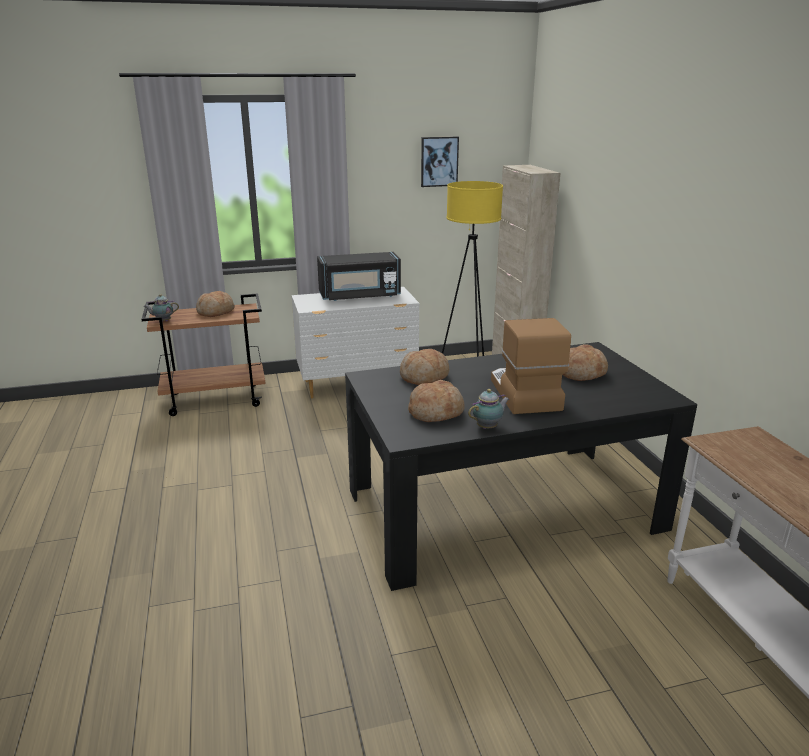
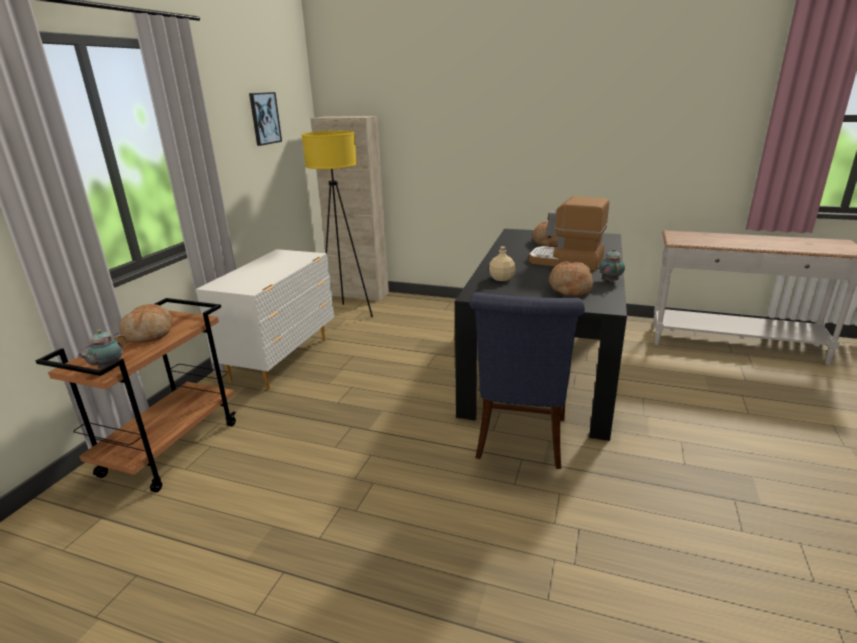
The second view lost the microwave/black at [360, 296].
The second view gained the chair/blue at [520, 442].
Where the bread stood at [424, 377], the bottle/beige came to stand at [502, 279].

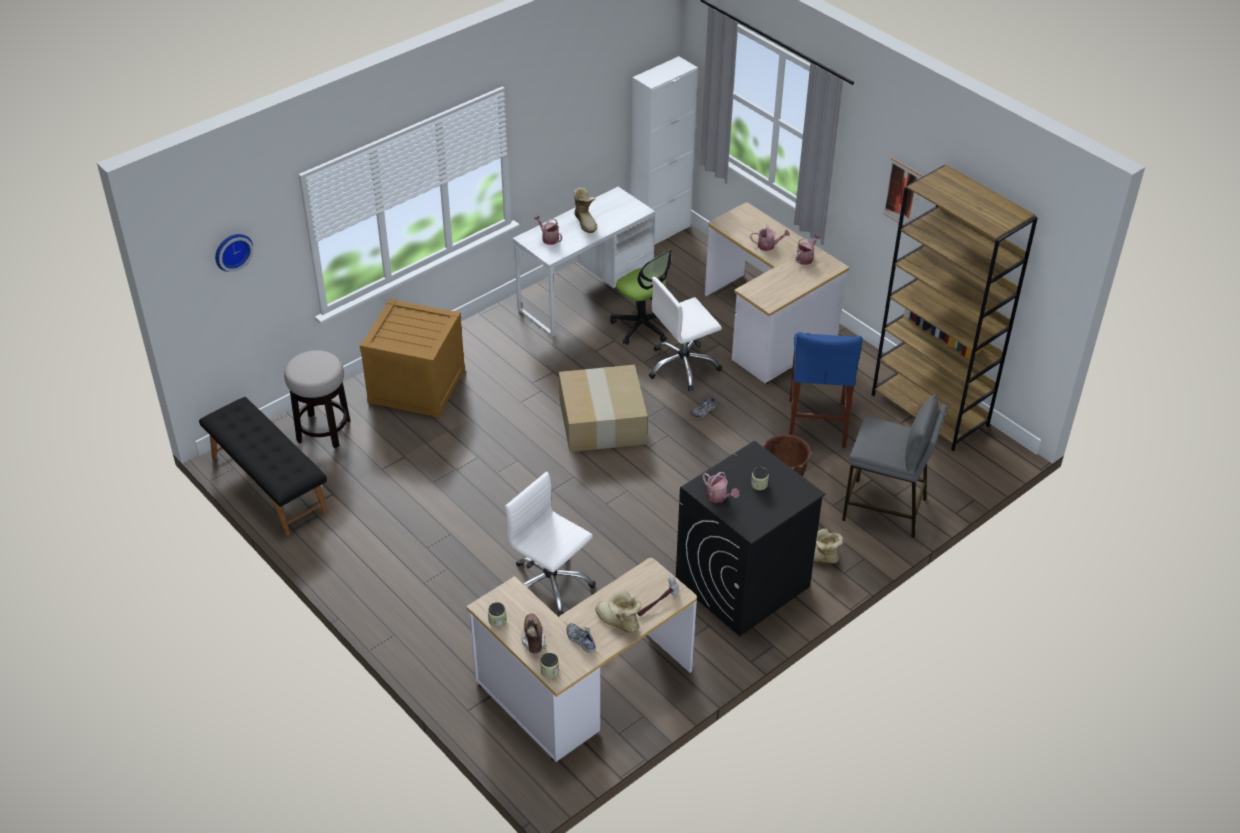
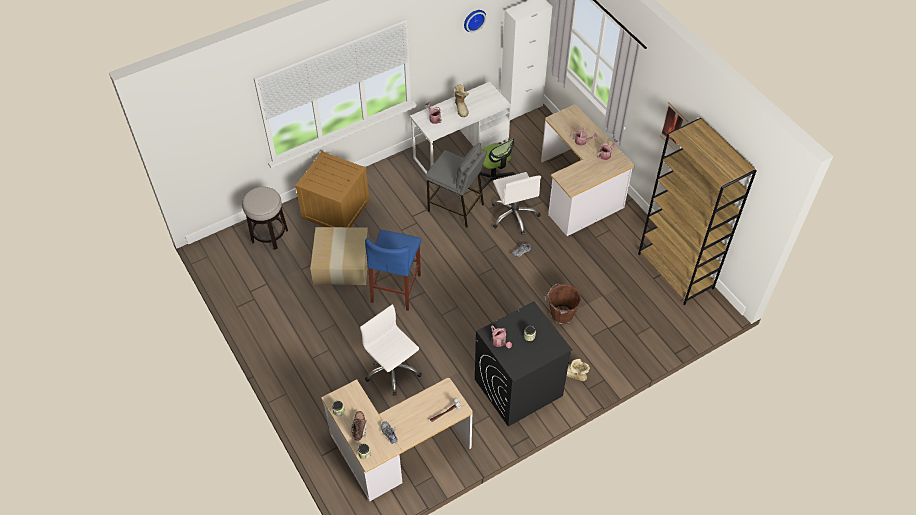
The second view lost the bench/black at [268, 484].
The second view lost the boot at [617, 622].
The wall clock ended up elsewhere, having gone from [232, 251] to [473, 19].
The cardboard box ended up elsewhere, having gone from [601, 420] to [341, 262].
The stool/blue ended up elsewhere, having gone from [816, 423] to [396, 288].
The stool/grey ended up elsewhere, having gone from [884, 509] to [456, 208].
The office chair/white at [683, 366] ended up facing another way, 90 degrees counterclockwise from before.

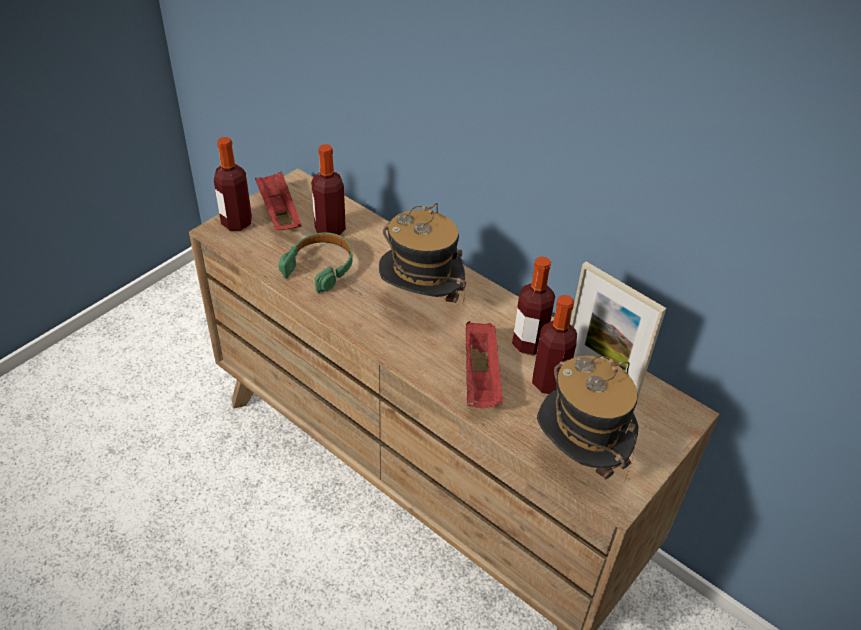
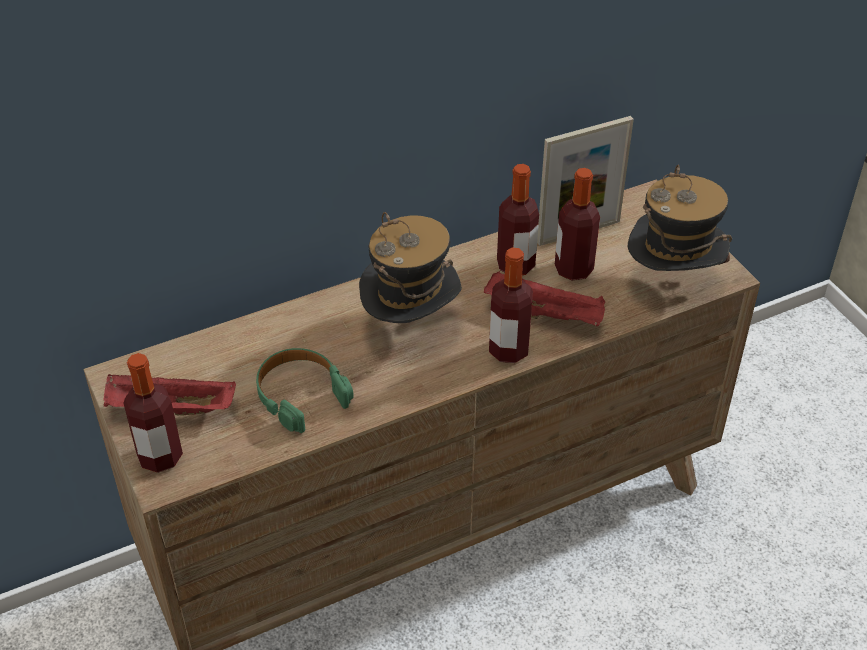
The bottle ended up elsewhere, having gone from [330, 230] to [508, 350].

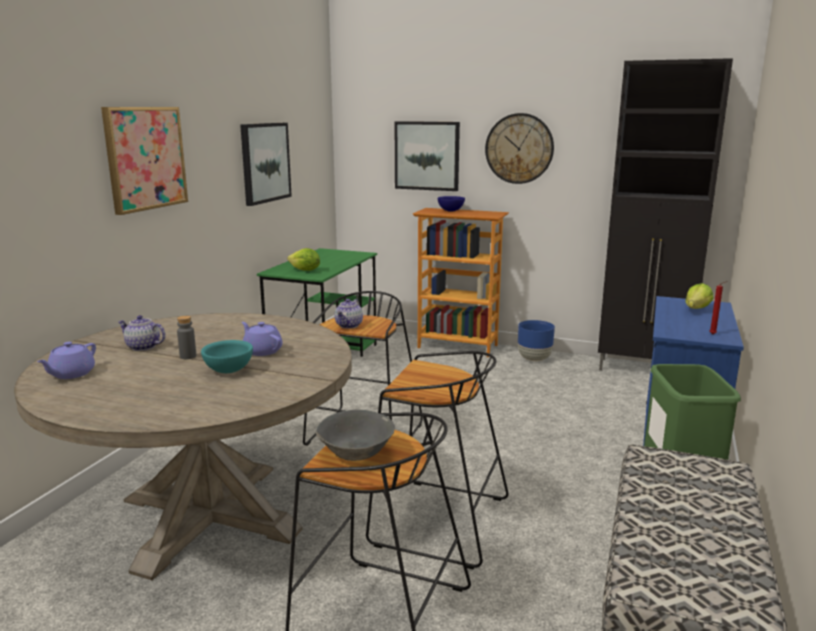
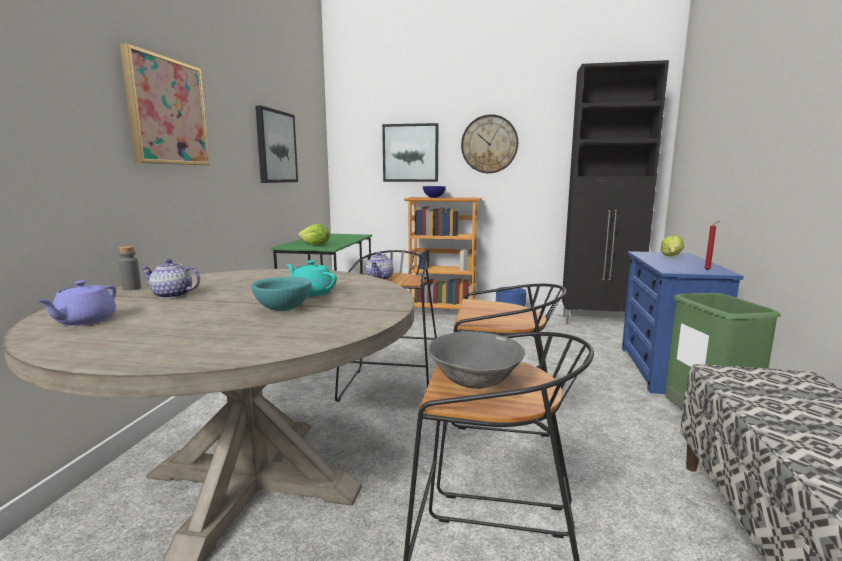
The bottle/grey ended up elsewhere, having gone from [188, 356] to [131, 288].
What was the teapot/purple at [262, 351] turned into the teapot/turquoise at [311, 293].

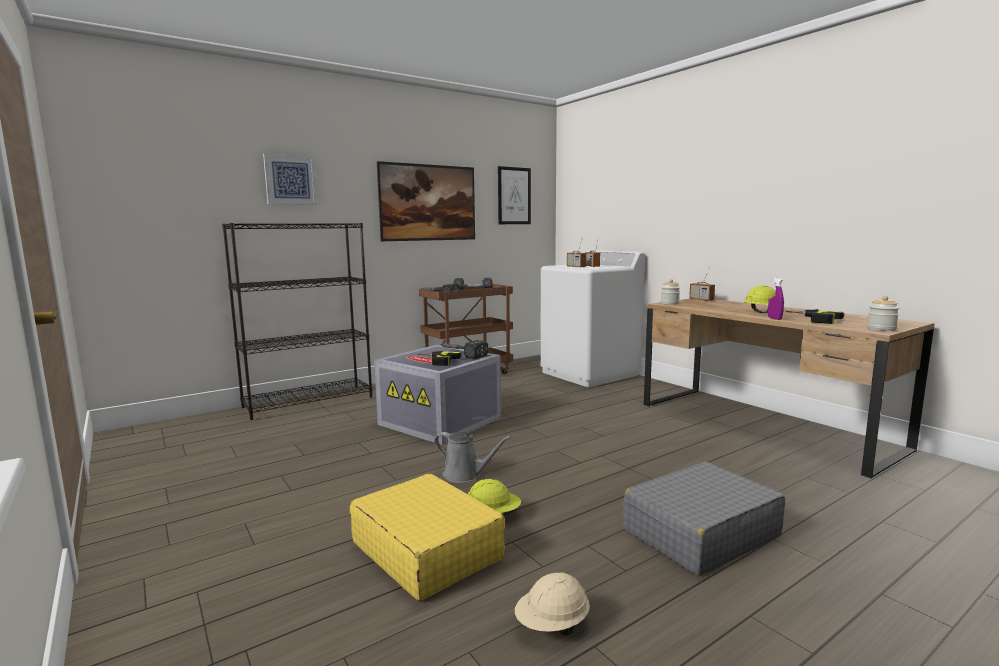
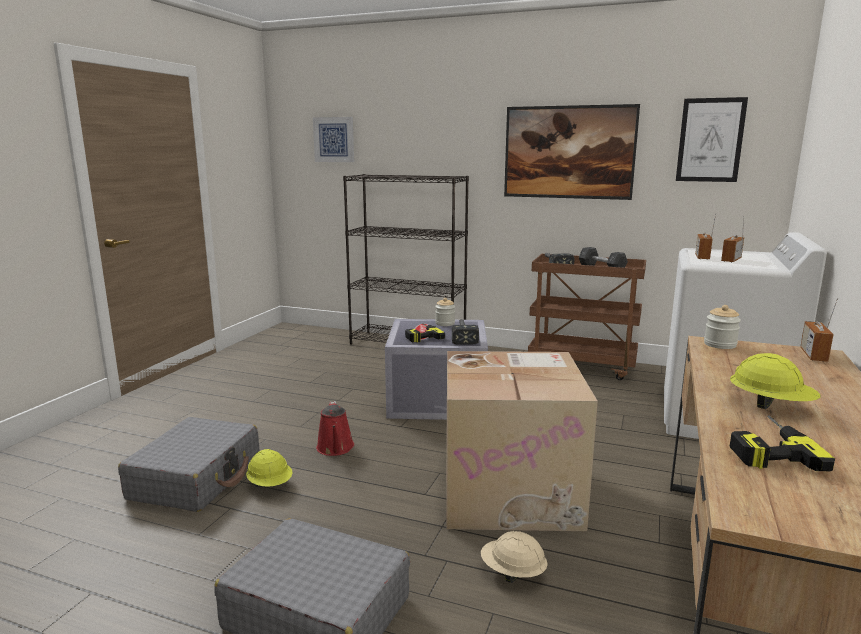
The second view lost the spray bottle/purple at [774, 318].
The second view gained the cardboard box at [511, 490].
The picture ended up elsewhere, having gone from [290, 180] to [334, 139].
The hard hat/beige ended up elsewhere, having gone from [552, 626] to [512, 573].
The jar ended up elsewhere, having gone from [881, 329] to [445, 323].
What was the suitcase/yellow at [426, 550] turned into the suitcase/grey at [197, 478].
What was the watering can/grey at [465, 475] turned into the watering can/red at [335, 448].

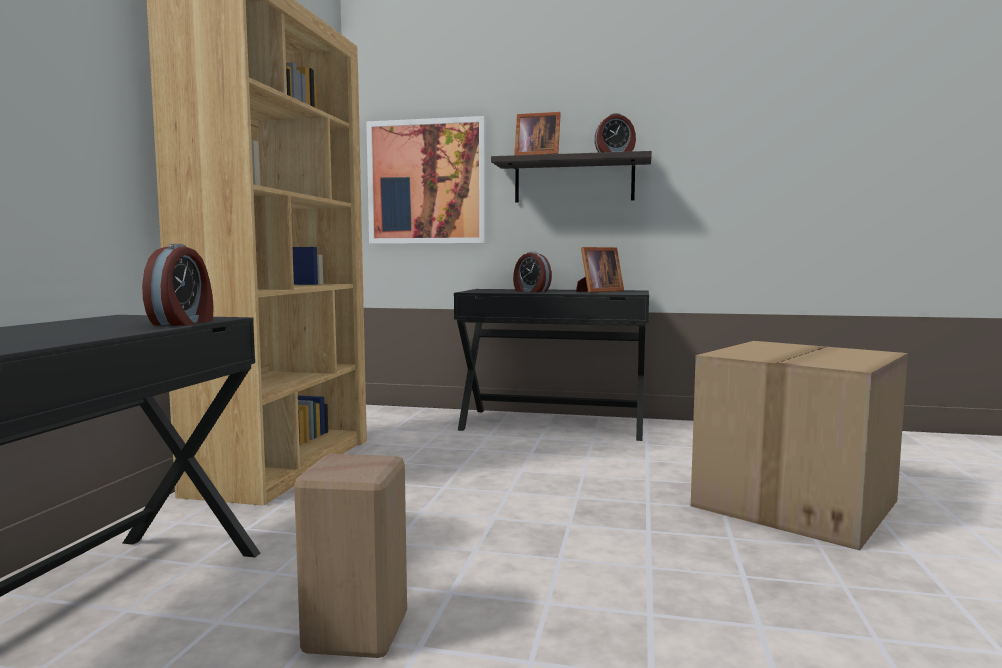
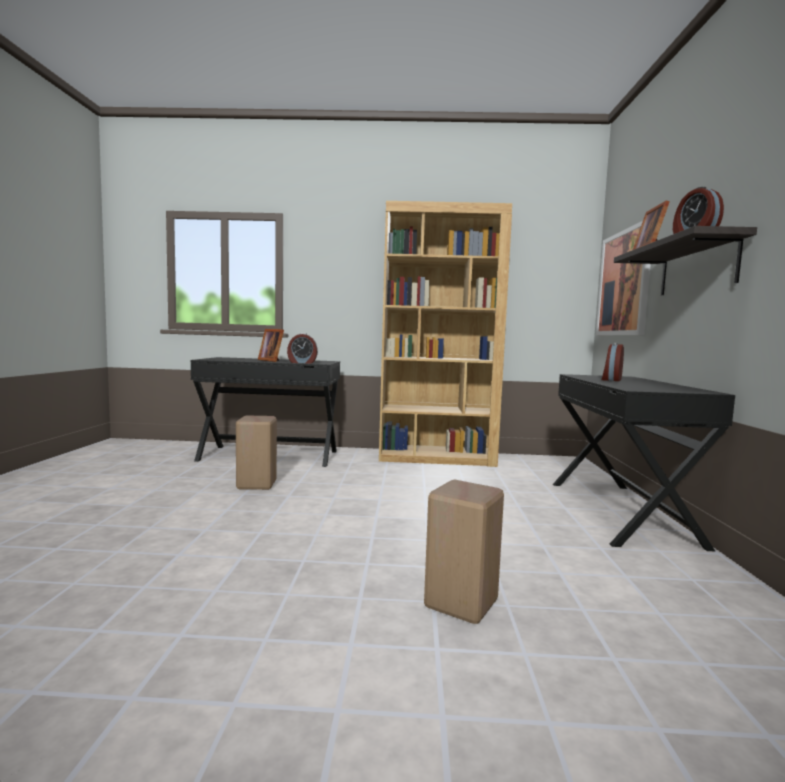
The picture frame ended up elsewhere, having gone from [598, 291] to [272, 361].
Where the cardboard box stood at [796, 505], the stool/beige came to stand at [458, 604].

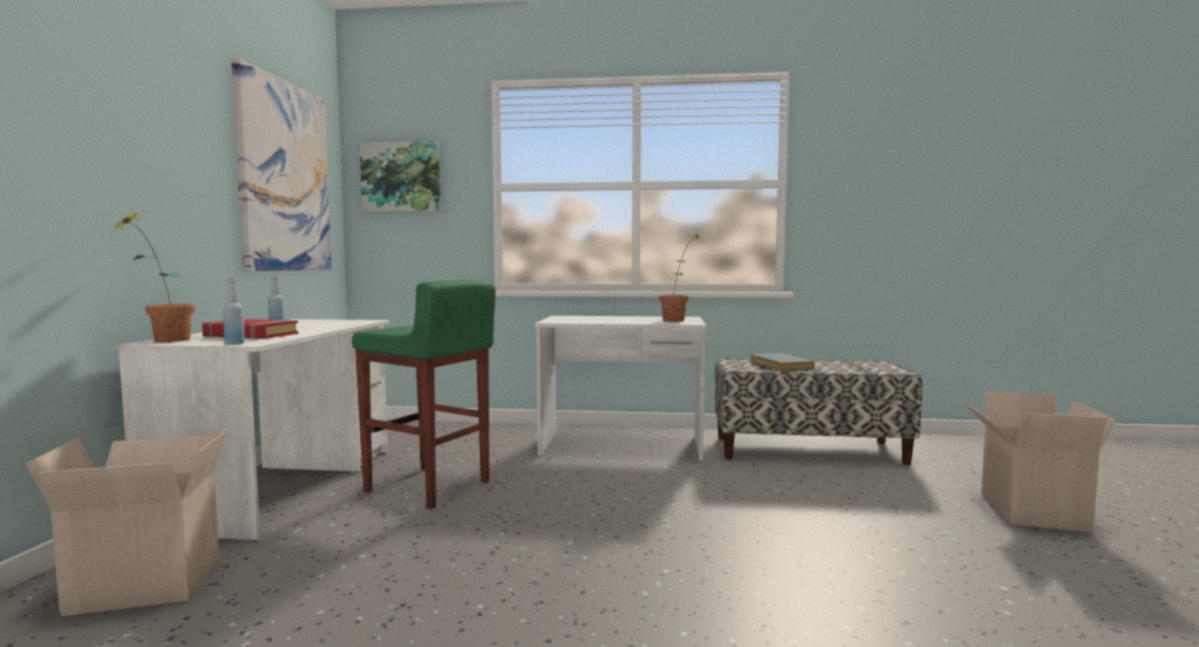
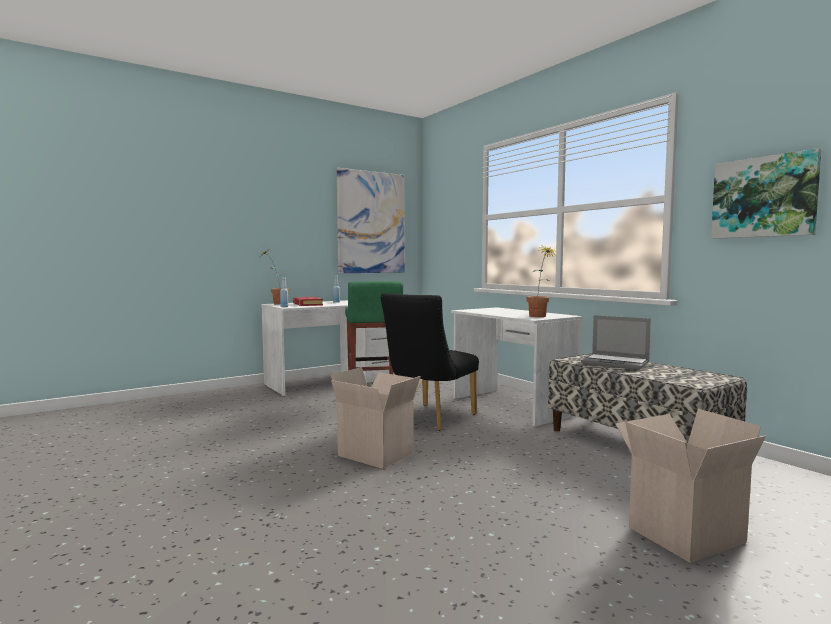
The second view gained the chair/black at [429, 419].
The cardboard box ended up elsewhere, having gone from [150, 582] to [378, 454].
The picture ended up elsewhere, having gone from [401, 177] to [763, 197].
Where the book stood at [781, 365], the laptop came to stand at [616, 363].

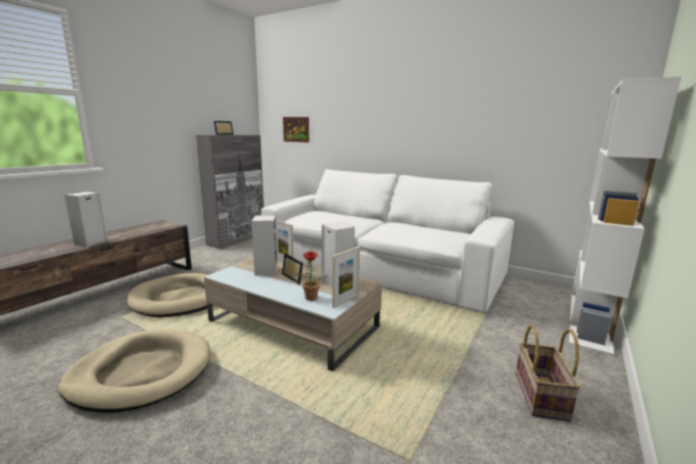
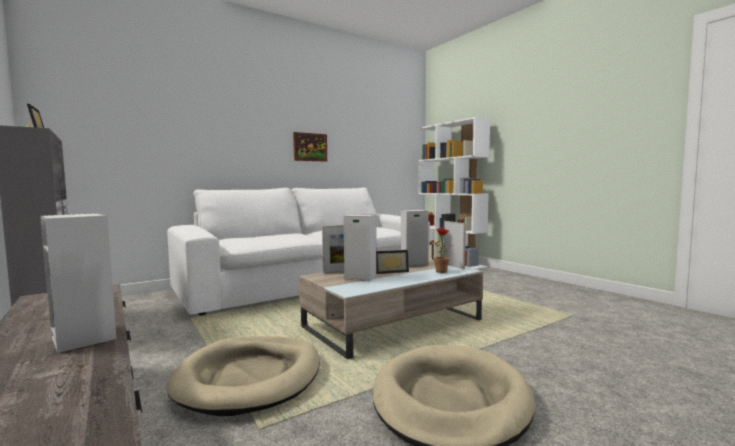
The second view lost the basket at [542, 396].
The picture ended up elsewhere, having gone from [296, 129] to [310, 147].

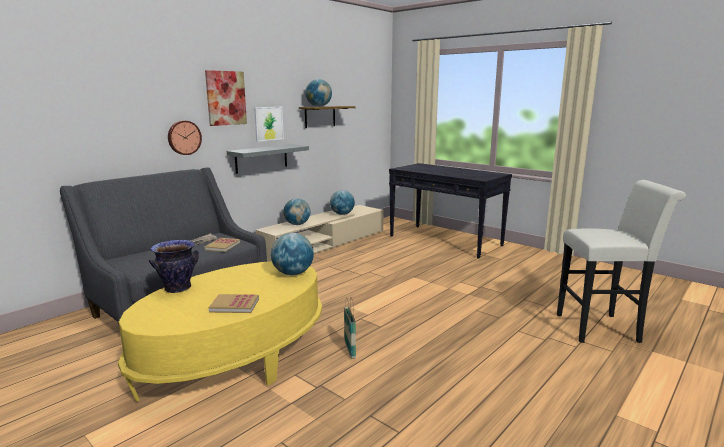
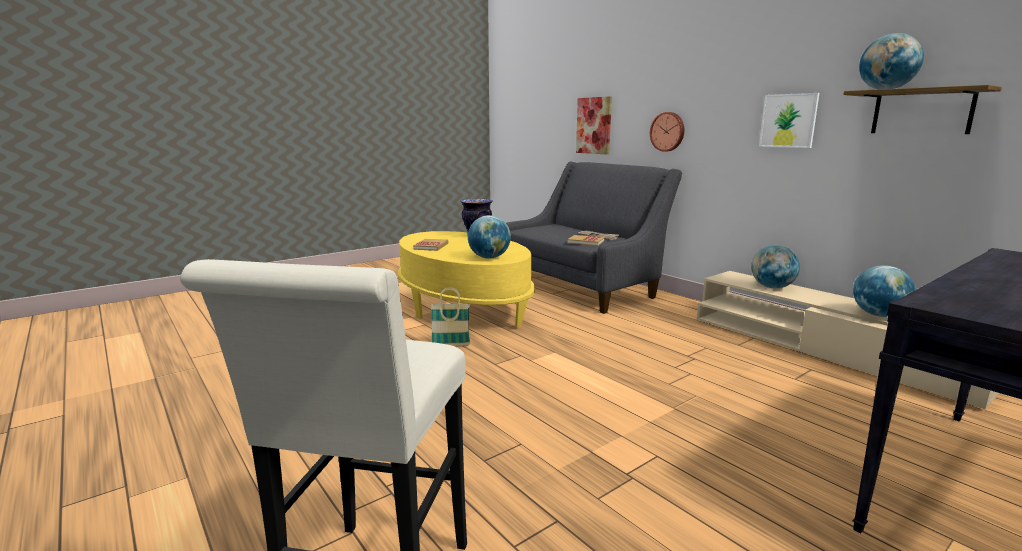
The second view lost the shelf/grey at [261, 158].
The picture ended up elsewhere, having gone from [226, 98] to [594, 125].

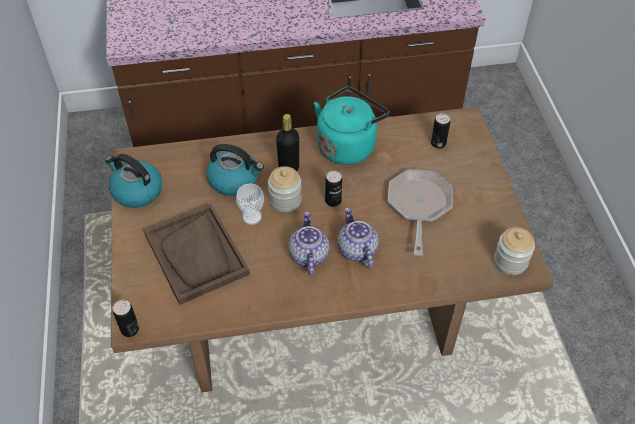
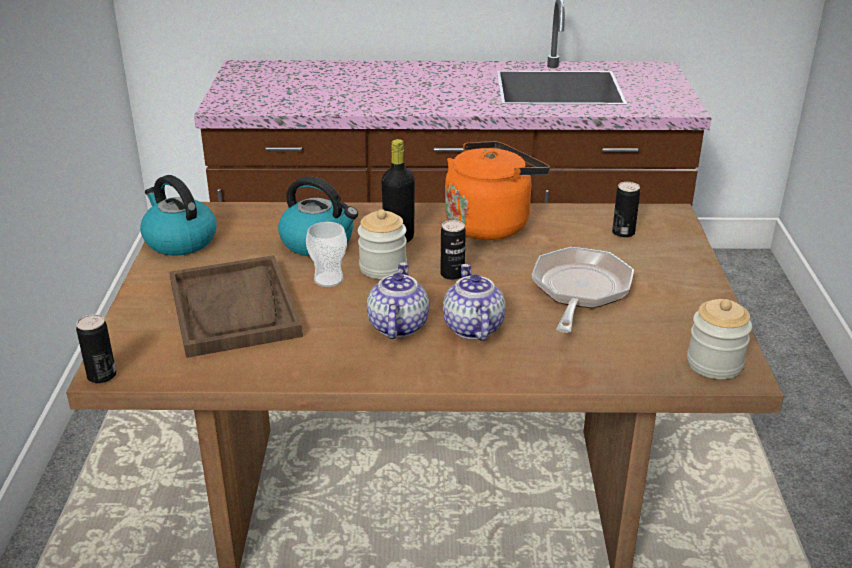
What was the kettle/turquoise at [348, 145] turned into the kettle/orange at [490, 224].

